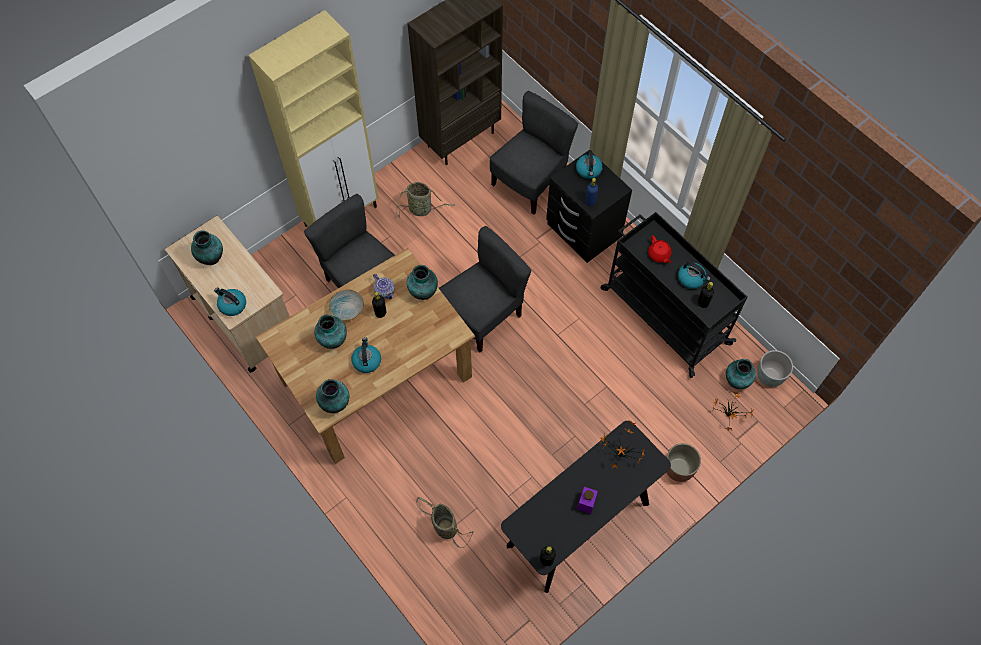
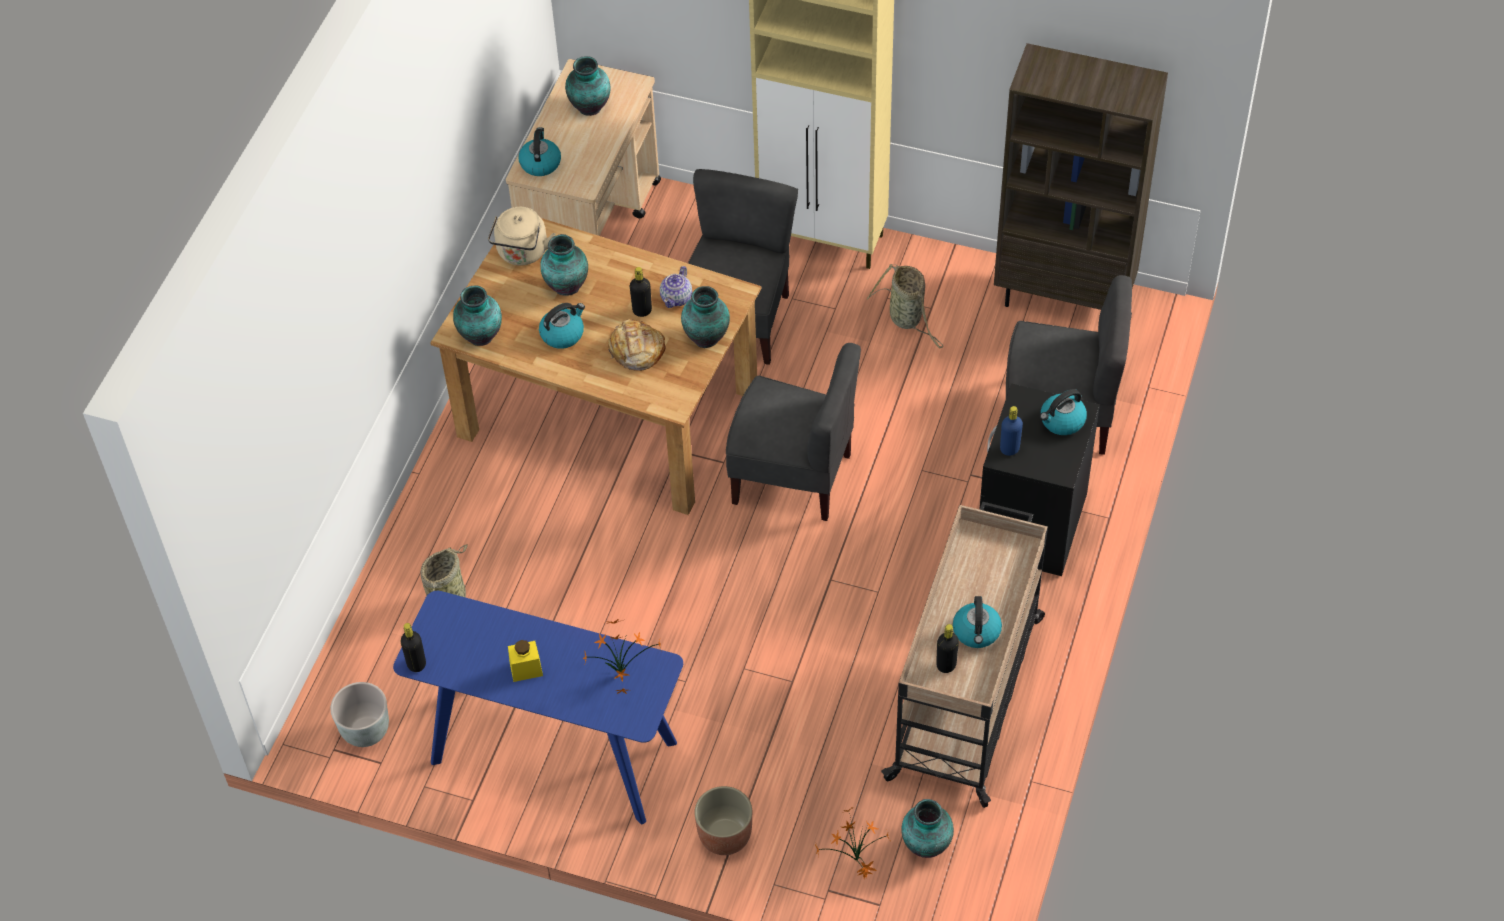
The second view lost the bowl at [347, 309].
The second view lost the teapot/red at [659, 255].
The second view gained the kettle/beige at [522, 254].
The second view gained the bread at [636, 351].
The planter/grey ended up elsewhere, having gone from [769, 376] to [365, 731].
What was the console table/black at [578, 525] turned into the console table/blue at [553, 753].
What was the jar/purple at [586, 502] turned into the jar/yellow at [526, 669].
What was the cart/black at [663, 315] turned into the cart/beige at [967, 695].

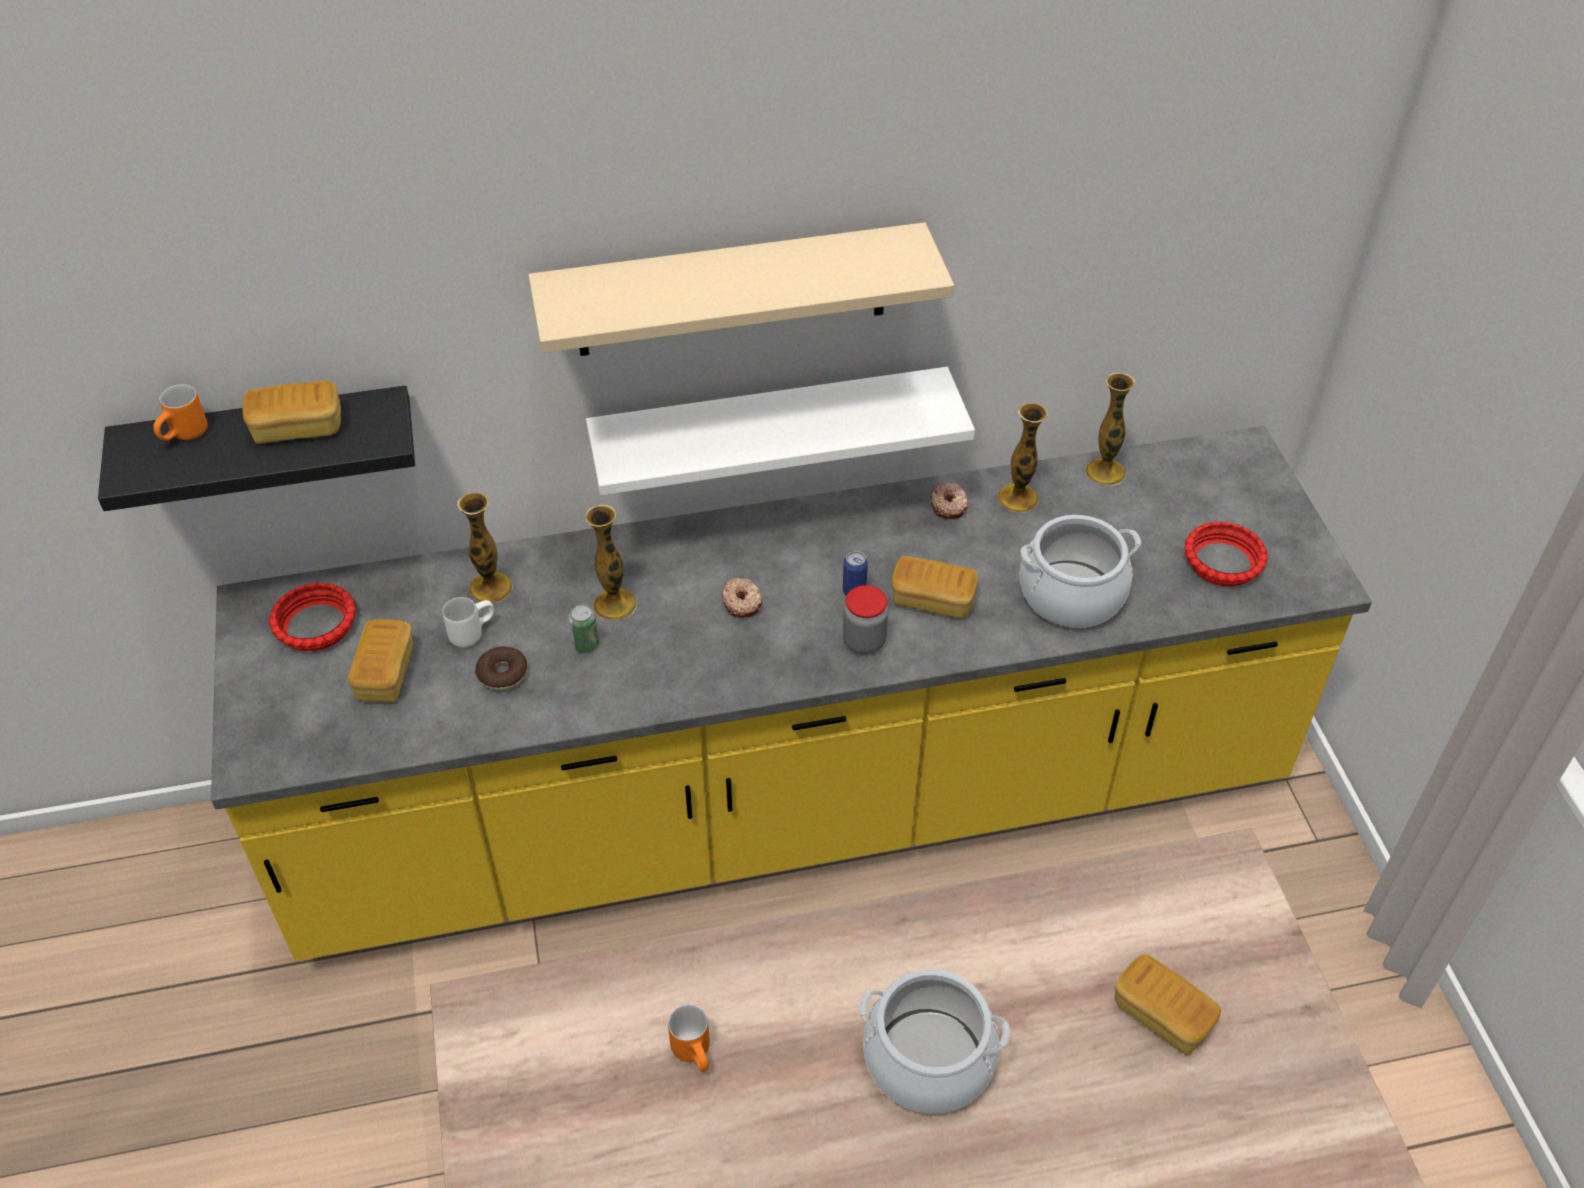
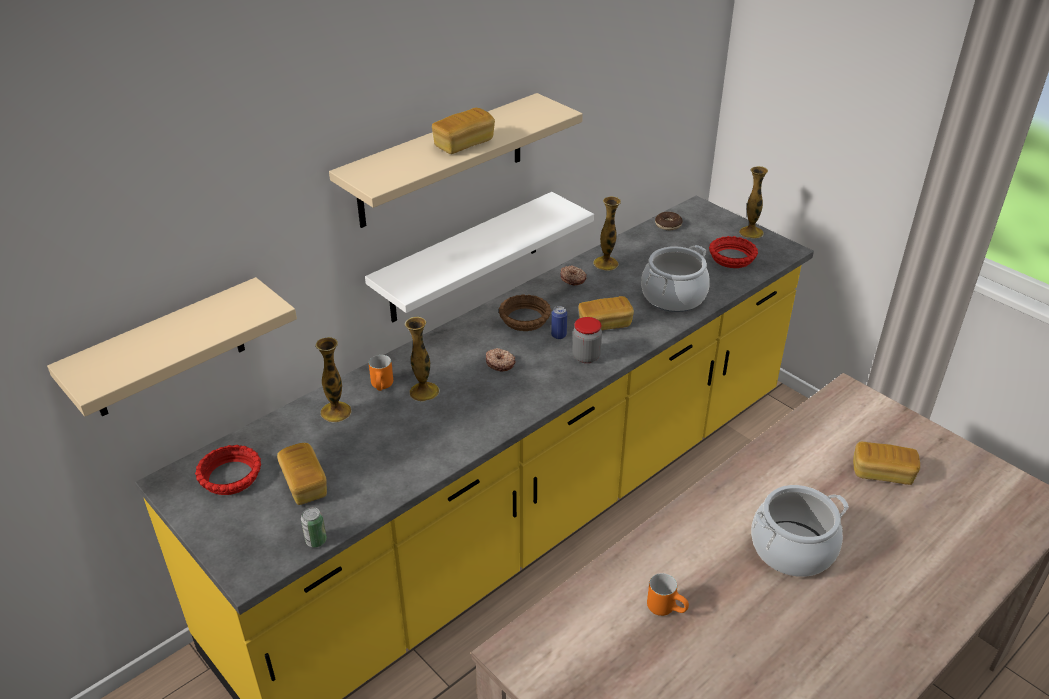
The second view lost the mug/white at [471, 631].
The second view gained the bowl/brown at [525, 318].
The mug/orange ended up elsewhere, having gone from [186, 436] to [383, 387].
The bread ended up elsewhere, having gone from [298, 428] to [464, 144].
The donut ended up elsewhere, having gone from [502, 674] to [668, 225].
The can ended up elsewhere, having gone from [586, 645] to [316, 541].
The vase ended up elsewhere, having gone from [1105, 472] to [751, 232].
What was the shelf/black at [270, 444] turned into the shelf/beige at [166, 350].

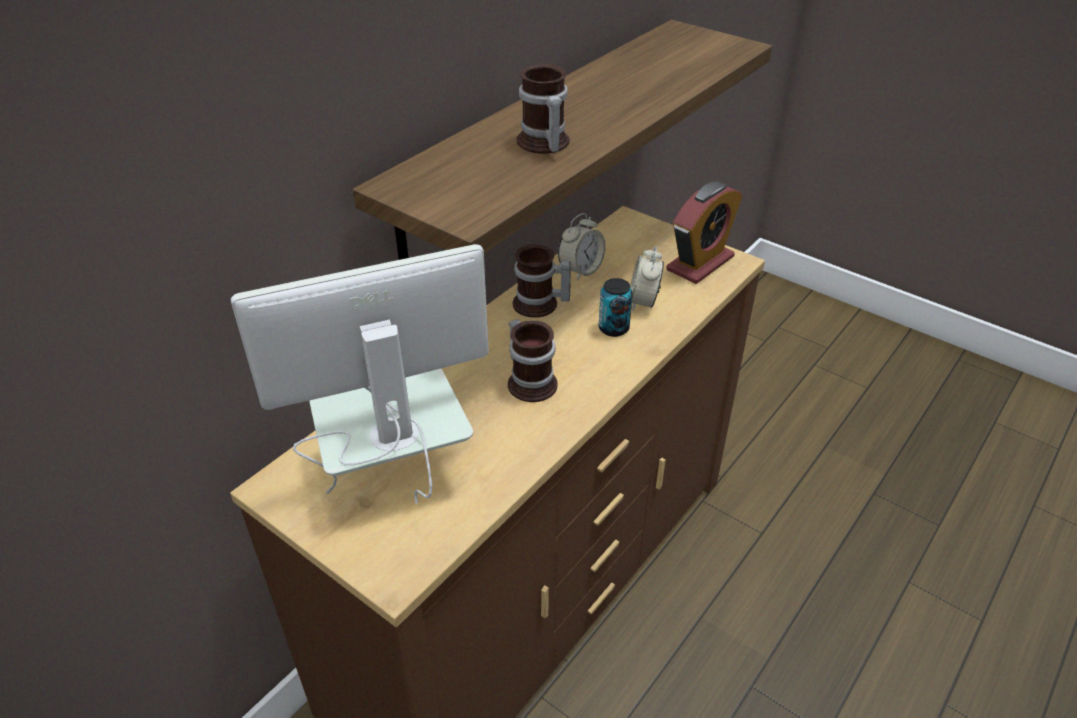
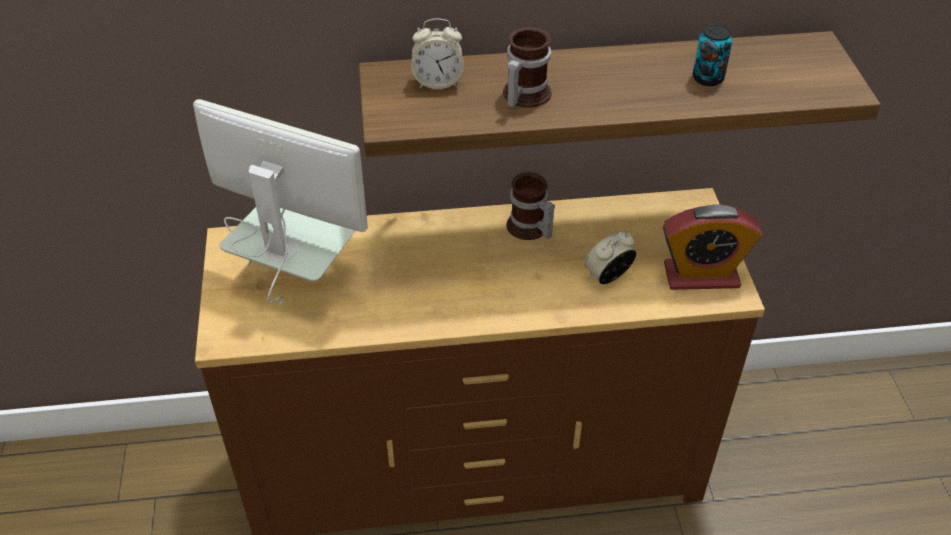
The second view lost the mug at [531, 381].
The alarm clock ended up elsewhere, having gone from [581, 270] to [437, 82].
The can ended up elsewhere, having gone from [613, 328] to [707, 78].

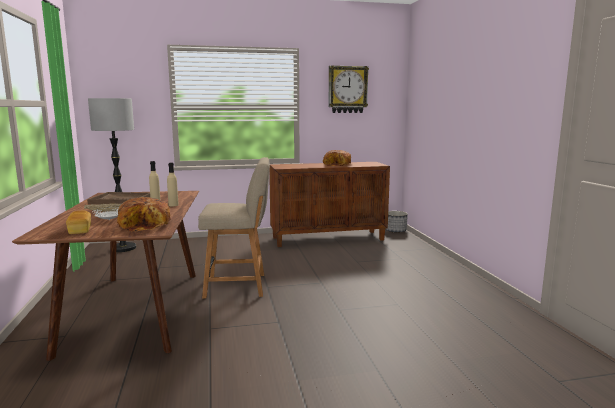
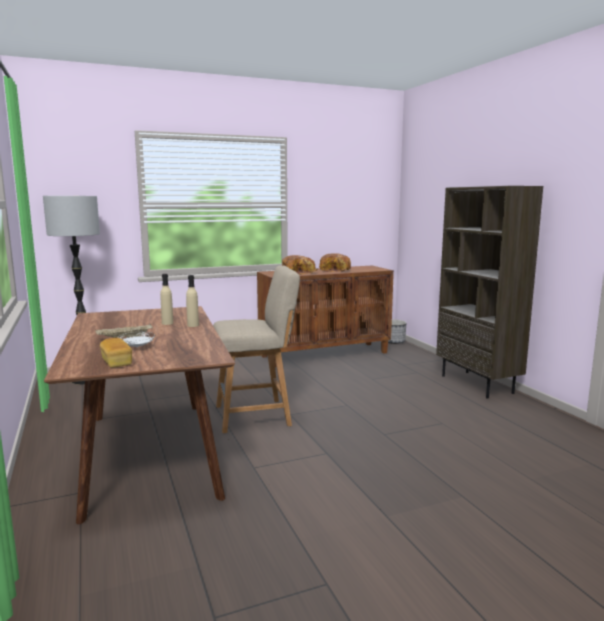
The second view lost the tray/brown at [121, 200].
The second view lost the wall clock at [347, 89].
The second view gained the bookcase/brown at [477, 384].
The bread ended up elsewhere, having gone from [146, 224] to [299, 272].

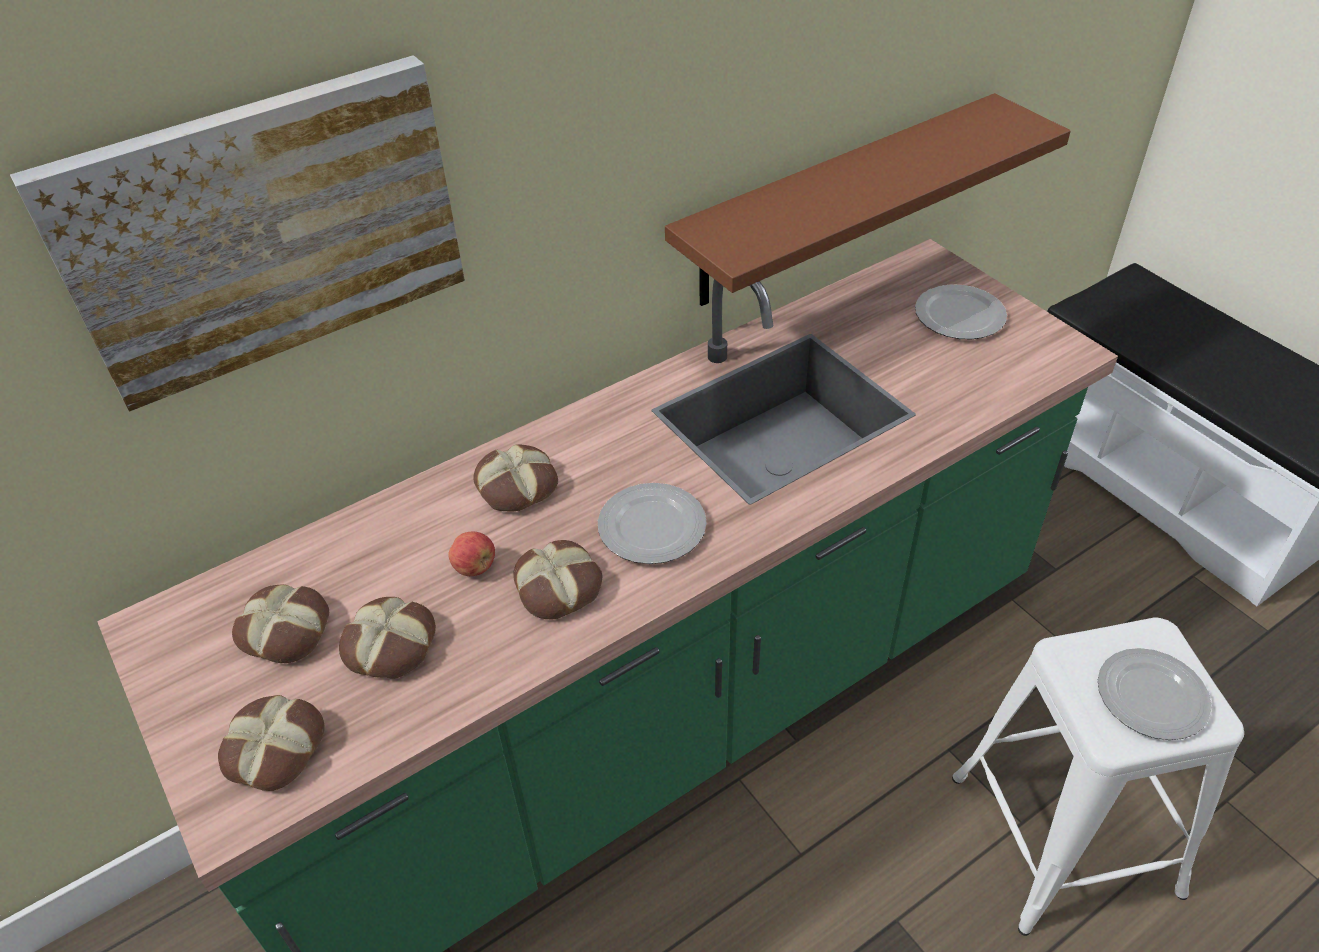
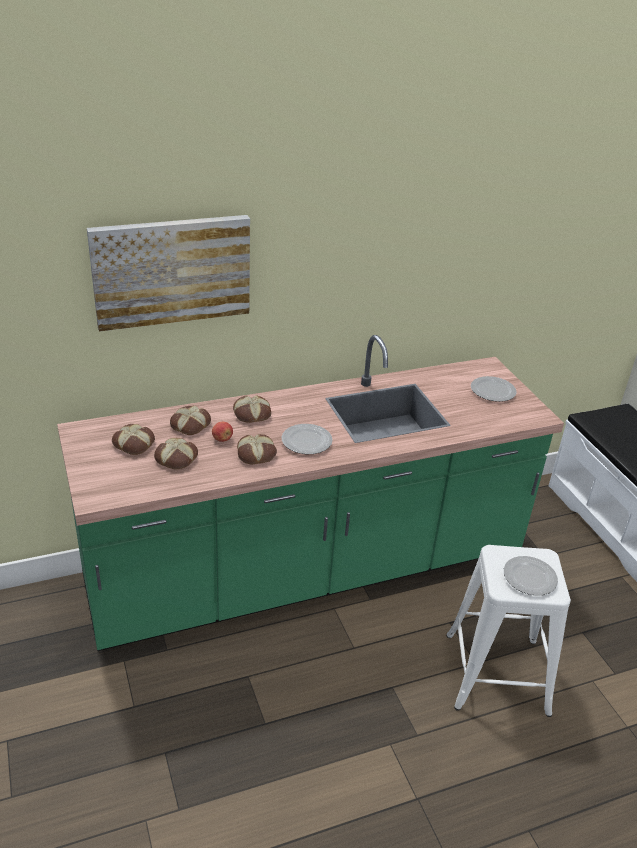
The second view lost the shelf/brown at [837, 201].
The bread ended up elsewhere, having gone from [274, 748] to [190, 424].

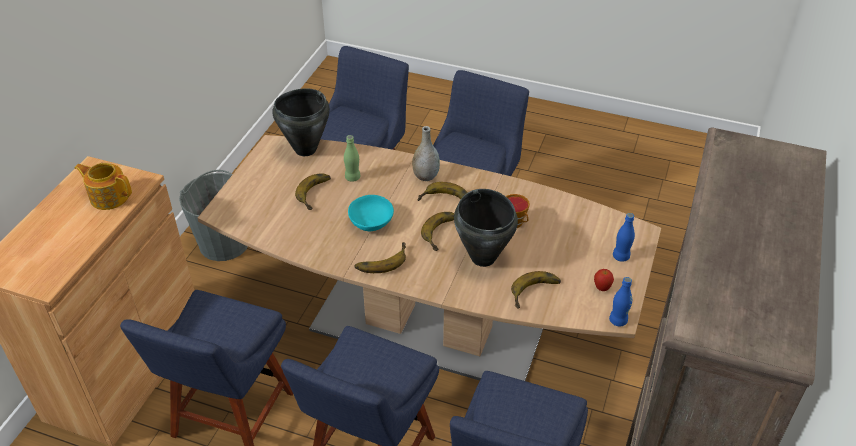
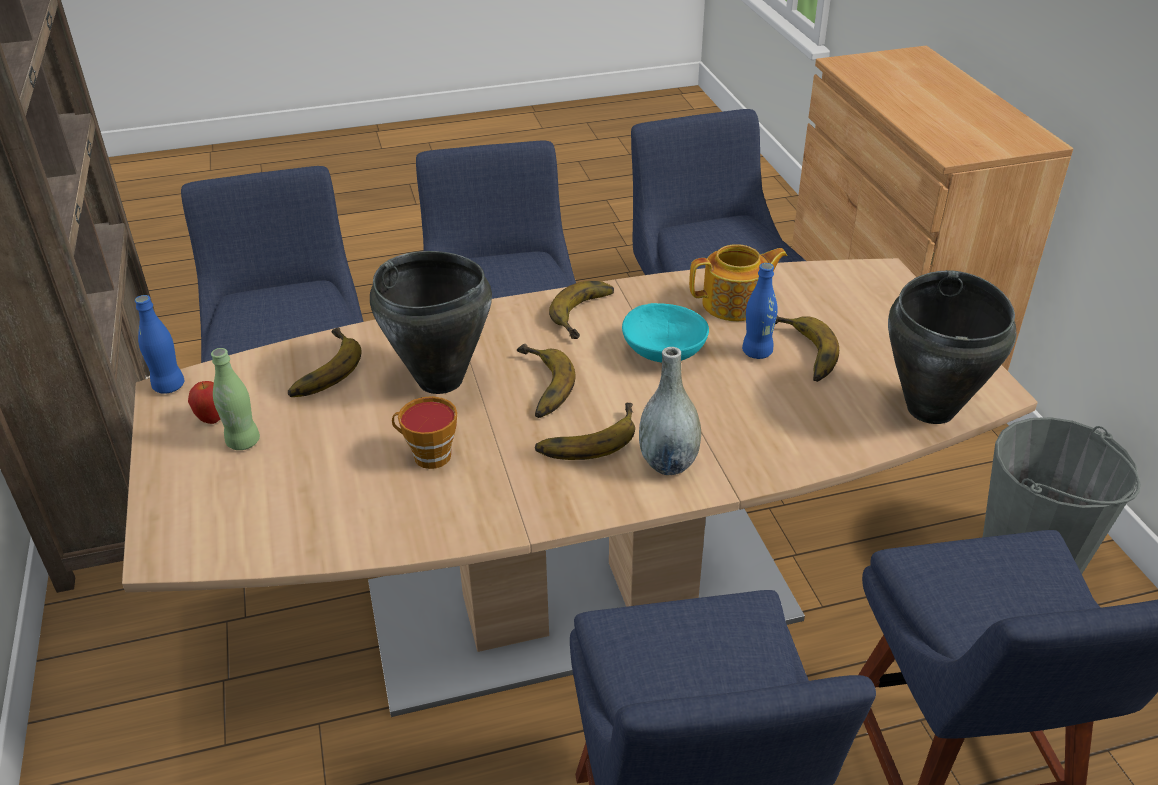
The teapot ended up elsewhere, having gone from [109, 196] to [735, 304].
The bottle/green ended up elsewhere, having gone from [352, 177] to [243, 442].
The bottle/blue ended up elsewhere, having gone from [621, 256] to [757, 352].

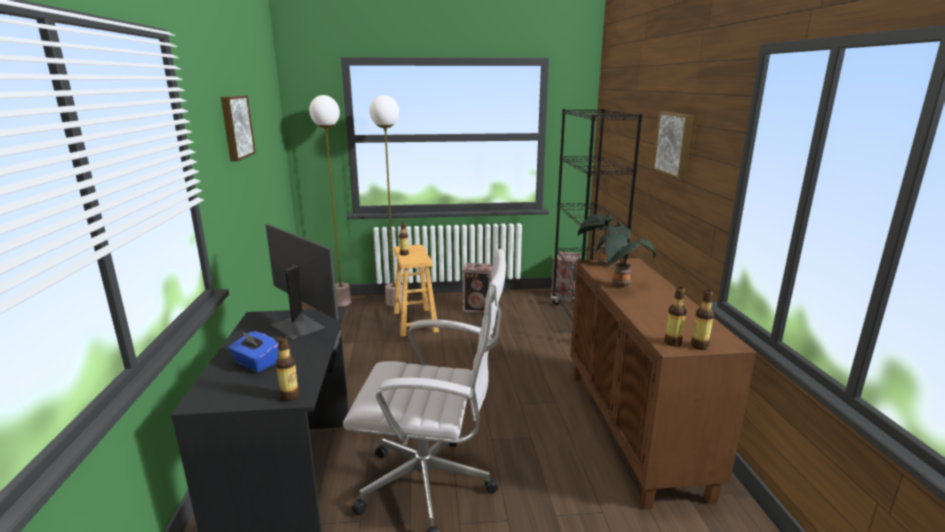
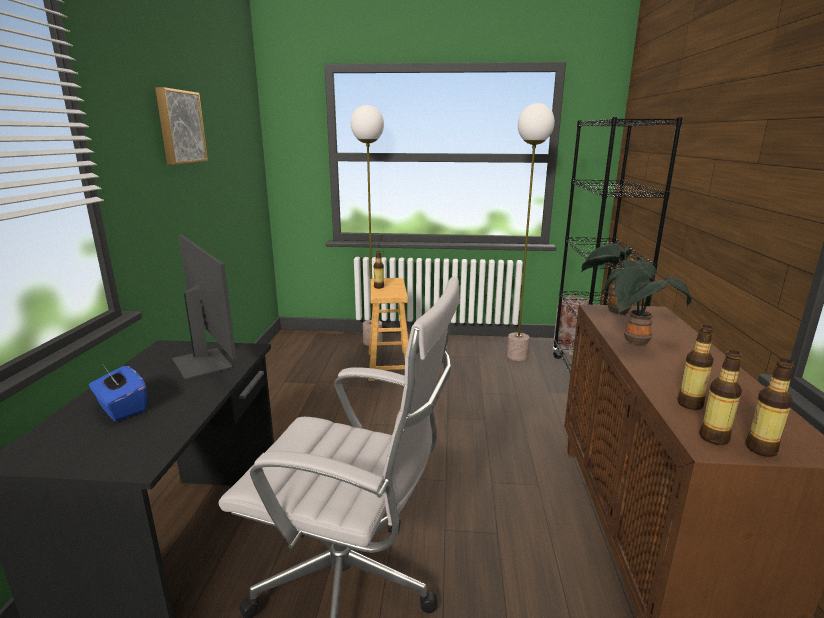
The second view lost the speaker at [479, 308].
The second view lost the picture at [675, 144].
The bottle ended up elsewhere, having gone from [290, 396] to [690, 404].
The floor lamp ended up elsewhere, having gone from [342, 303] to [517, 356].

